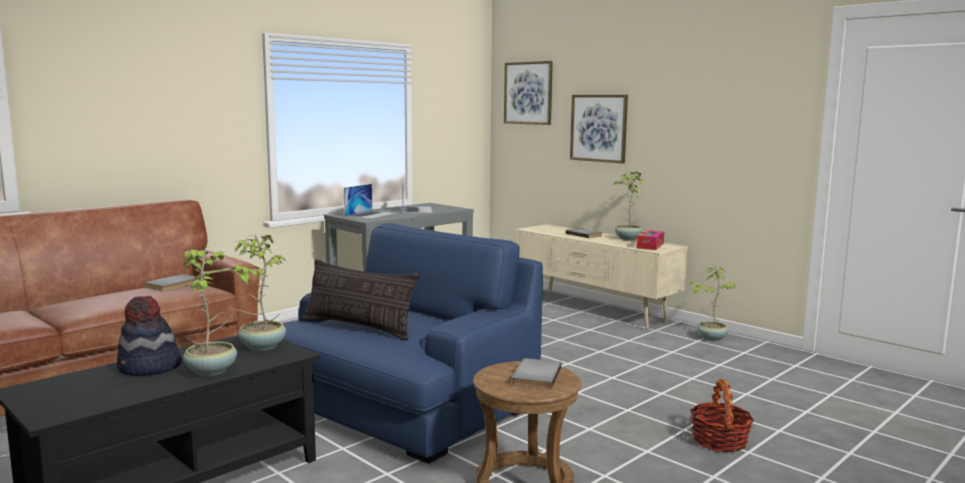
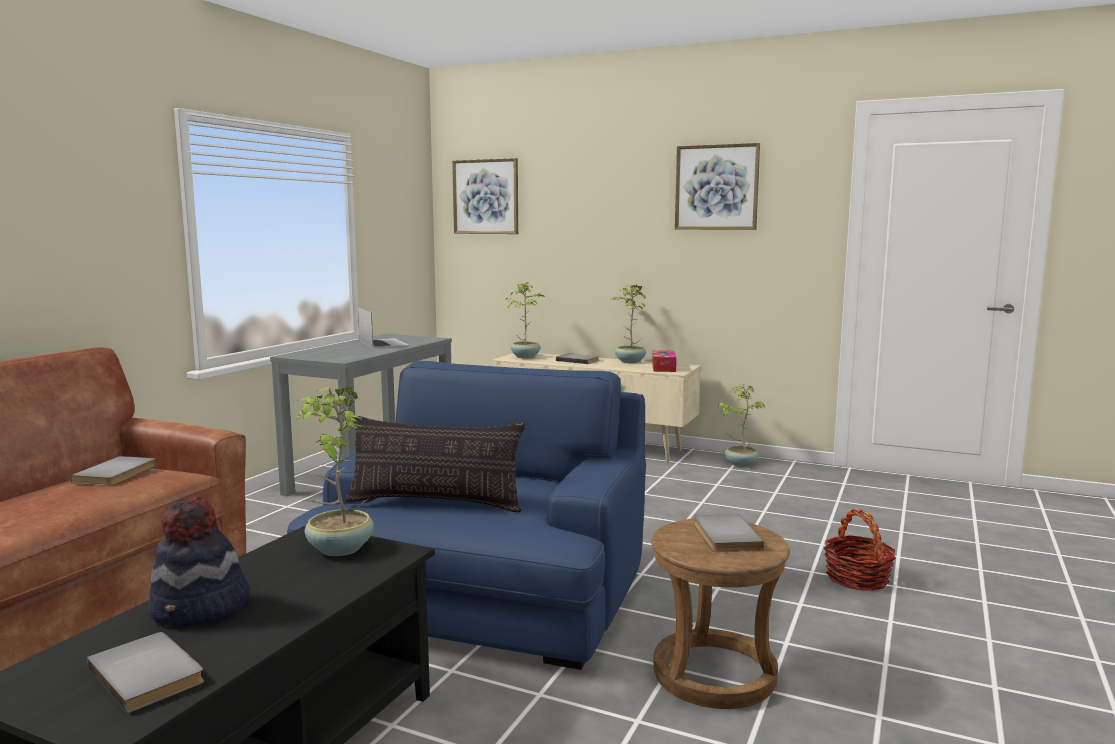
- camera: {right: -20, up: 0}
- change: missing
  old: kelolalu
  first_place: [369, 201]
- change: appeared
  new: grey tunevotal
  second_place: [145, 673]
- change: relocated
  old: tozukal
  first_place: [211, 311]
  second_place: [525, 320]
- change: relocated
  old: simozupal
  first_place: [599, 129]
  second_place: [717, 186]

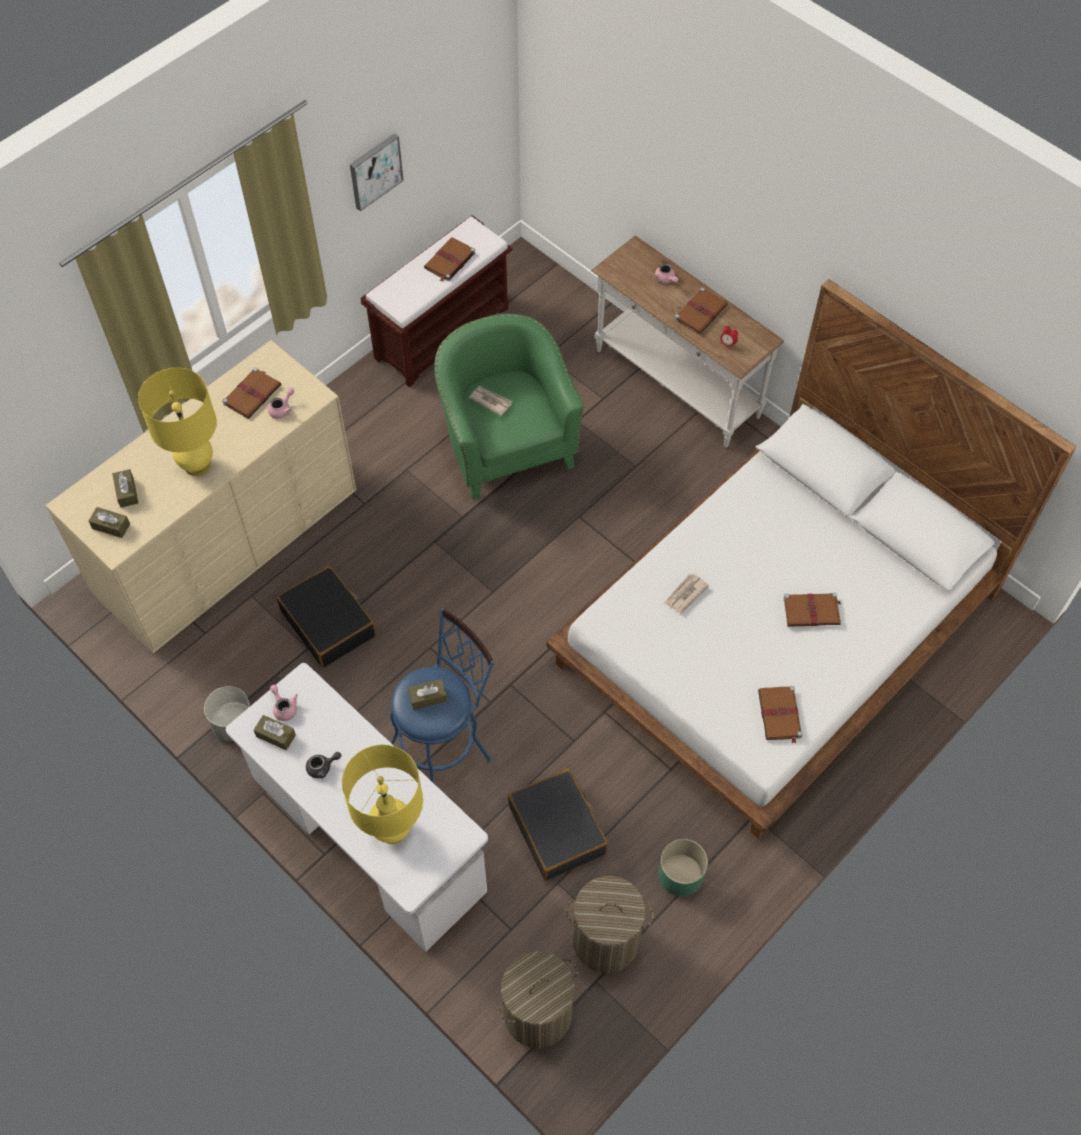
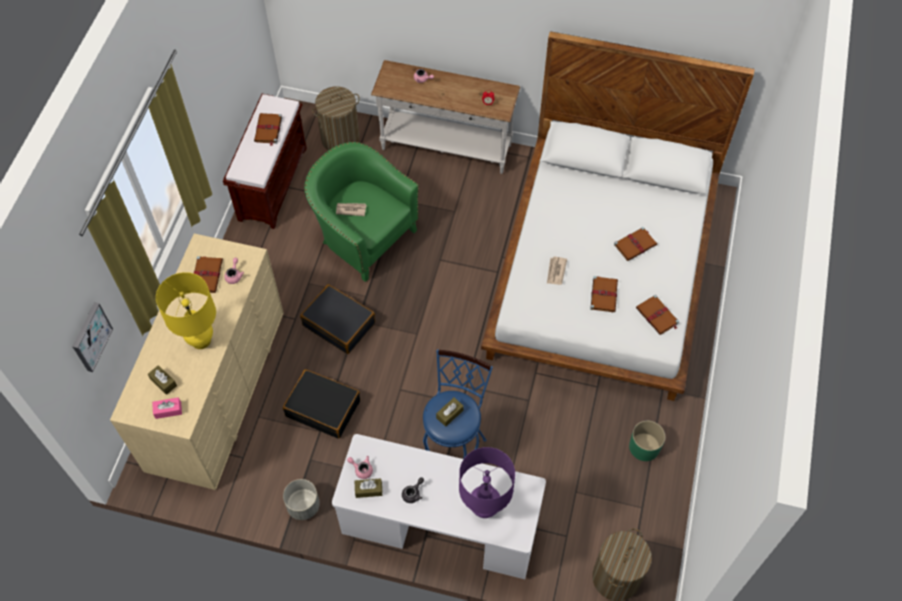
- camera: {right: -30, up: 0}
- change: relocated
  old: simozupal
  first_place: [377, 172]
  second_place: [93, 337]
- change: relocated
  old: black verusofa
  first_place: [558, 824]
  second_place: [337, 319]
- change: relocated
  old: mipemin
  first_place: [609, 924]
  second_place: [336, 118]
- change: relocated
  old: brown tunevotal
  first_place: [701, 311]
  second_place: [604, 294]
- change: colour
  old: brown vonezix
  new: pink vonezix
  first_place: [109, 522]
  second_place: [167, 408]
- change: colour
  old: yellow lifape
  new: purple lifape
  first_place: [382, 794]
  second_place: [487, 482]

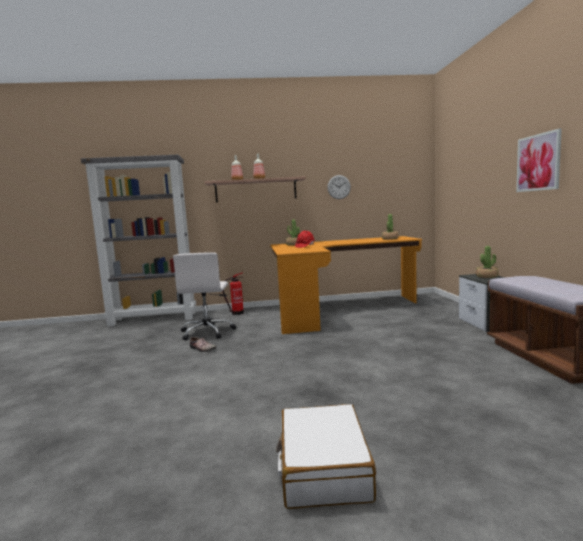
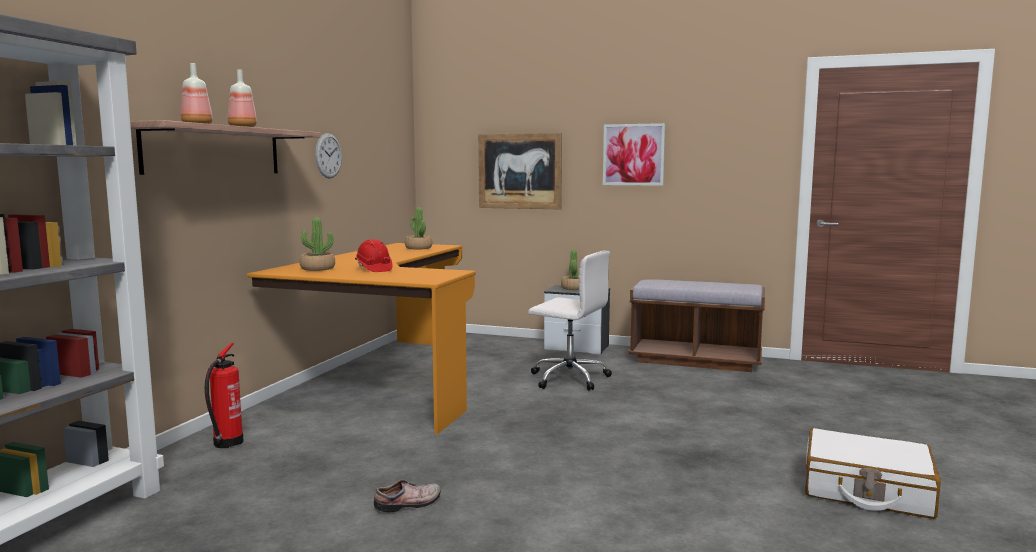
- camera: {right: -65, up: 0}
- change: appeared
  new: simozupal
  second_place: [520, 171]
- change: relocated
  old: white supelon
  first_place: [204, 296]
  second_place: [570, 320]

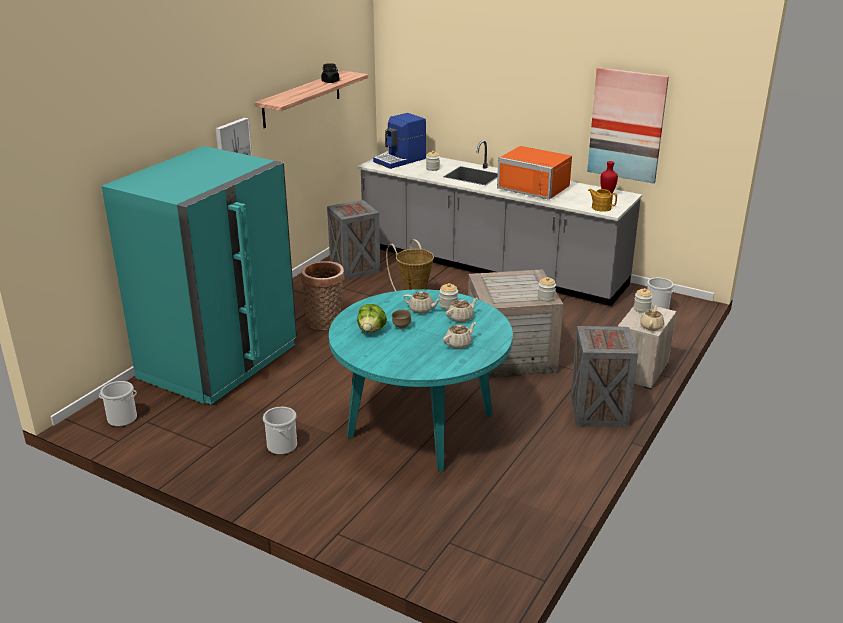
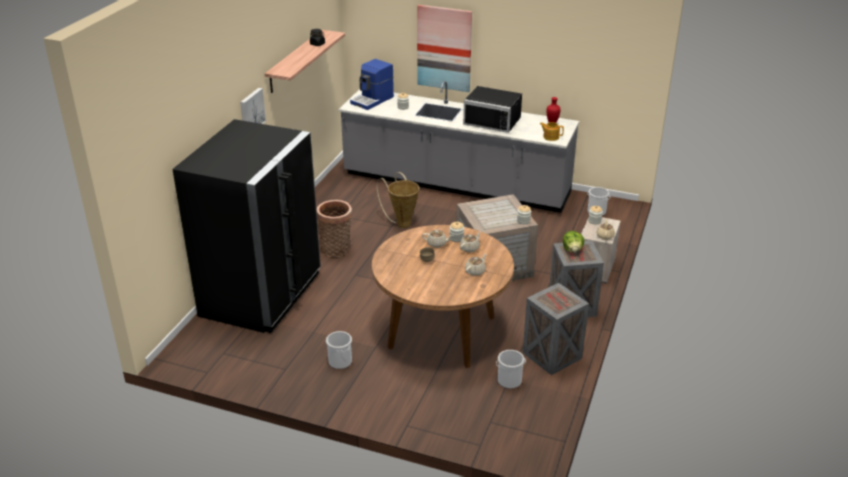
- camera: {right: -10, up: 5}
- change: relocated
  old: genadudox
  first_place: [118, 404]
  second_place: [511, 369]
- change: relocated
  old: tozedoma
  first_place: [354, 240]
  second_place: [556, 329]
- change: relocated
  old: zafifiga
  first_place: [372, 318]
  second_place: [573, 241]
- change: relocated
  old: simozupal
  first_place: [628, 126]
  second_place: [444, 48]
- change: colour
  old: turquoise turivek
  new: black turivek
  first_place: [199, 275]
  second_place: [246, 226]
- change: colour
  old: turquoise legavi
  new: brown legavi
  first_place: [421, 380]
  second_place: [443, 296]
- change: colour
  old: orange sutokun
  new: black sutokun
  first_place: [534, 173]
  second_place: [492, 109]

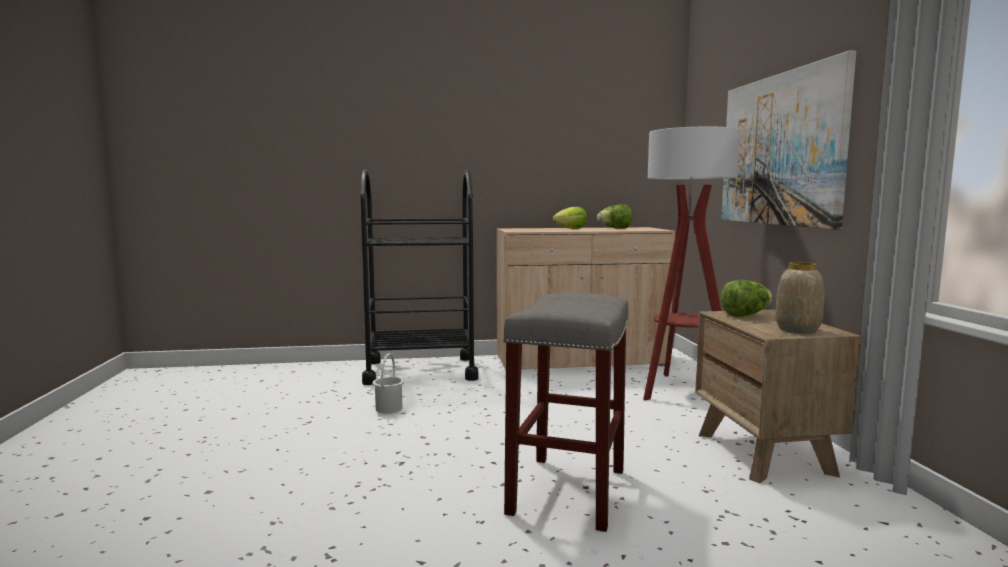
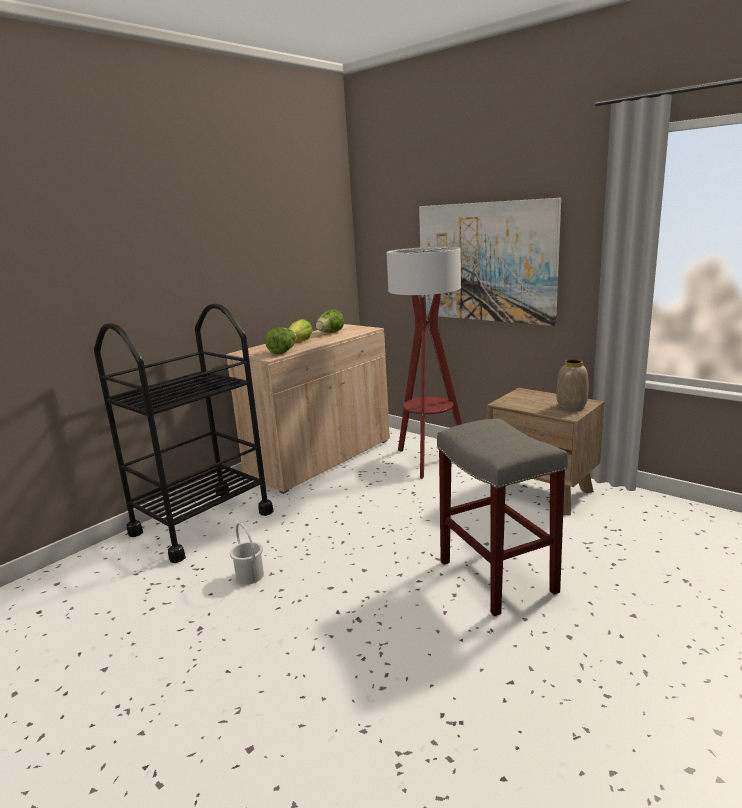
- camera: {right: -40, up: 10}
- change: relocated
  old: zafifiga
  first_place: [746, 298]
  second_place: [281, 341]

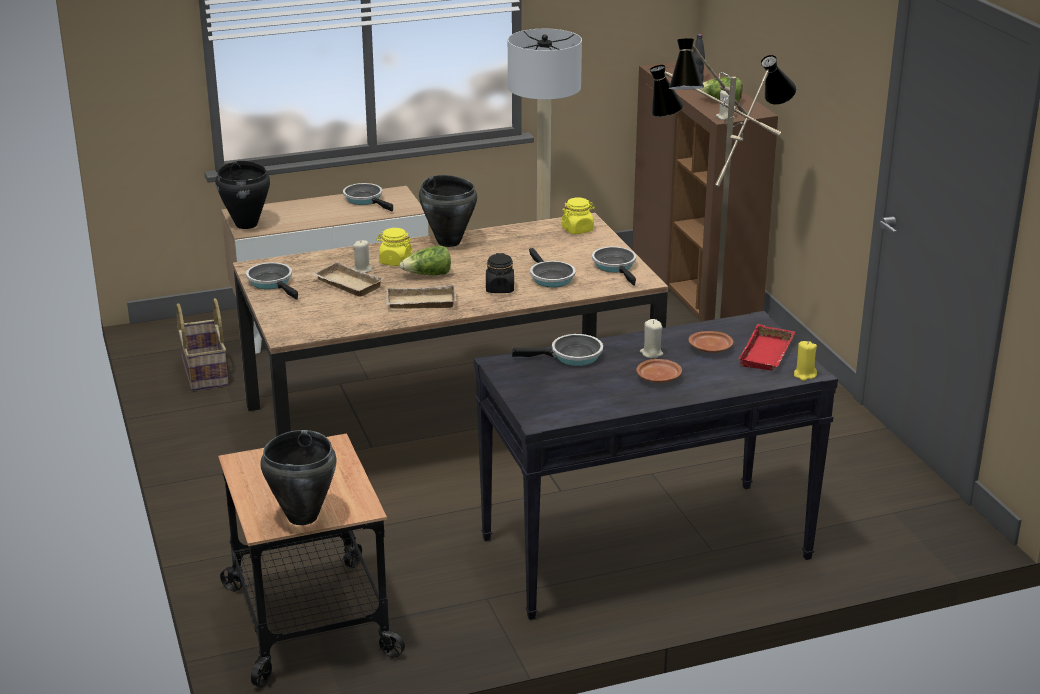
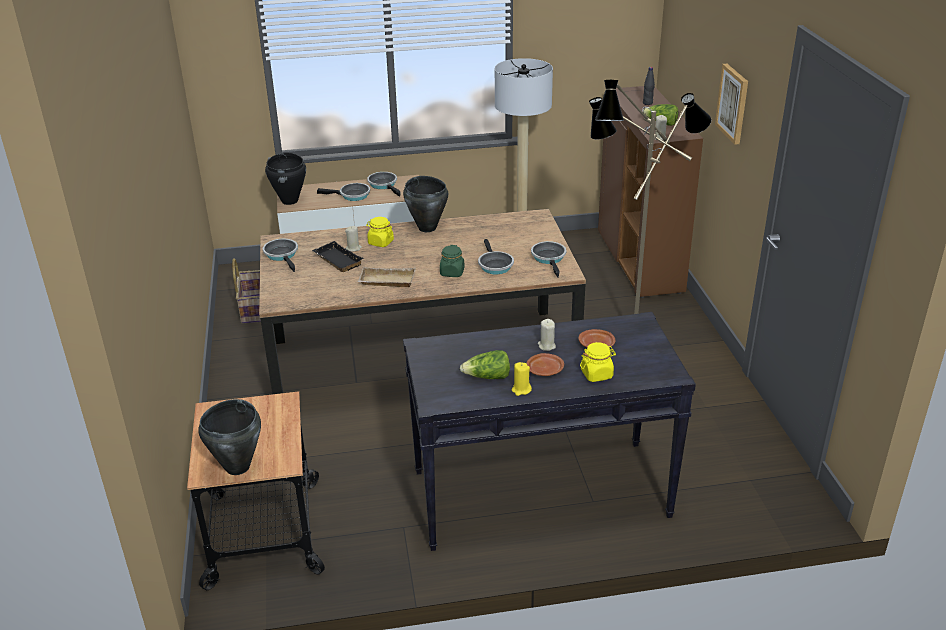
- camera: {right: 10, up: 5}
- change: missing
  old: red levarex
  first_place: [767, 347]
- change: appeared
  new: simozupal
  second_place: [731, 104]
- change: relocated
  old: zafifiga
  first_place: [425, 260]
  second_place: [485, 364]
- change: relocated
  old: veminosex
  first_place: [557, 350]
  second_place: [343, 192]
- change: relocated
  old: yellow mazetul
  first_place: [578, 216]
  second_place: [598, 362]
- change: relocated
  old: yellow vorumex
  first_place: [805, 361]
  second_place: [522, 379]
- change: colour
  old: beige levarex
  new: black levarex
  first_place: [348, 279]
  second_place: [338, 256]
- change: colour
  old: black mazetul
  new: green mazetul
  first_place: [500, 273]
  second_place: [452, 261]

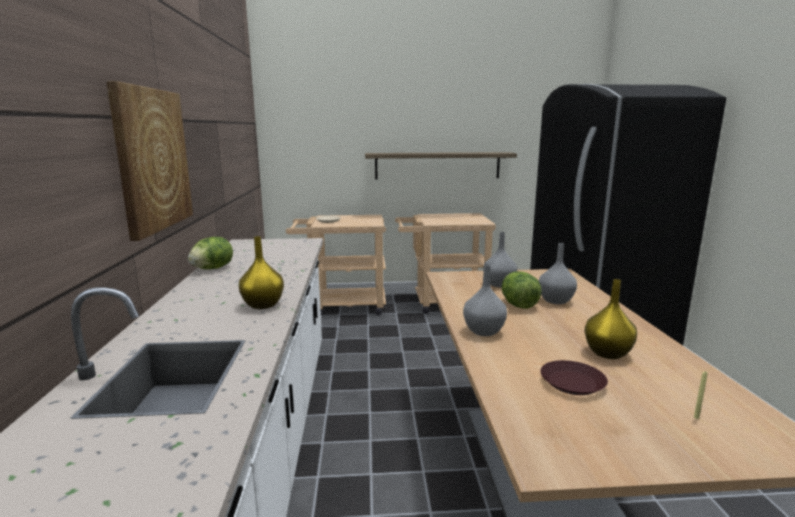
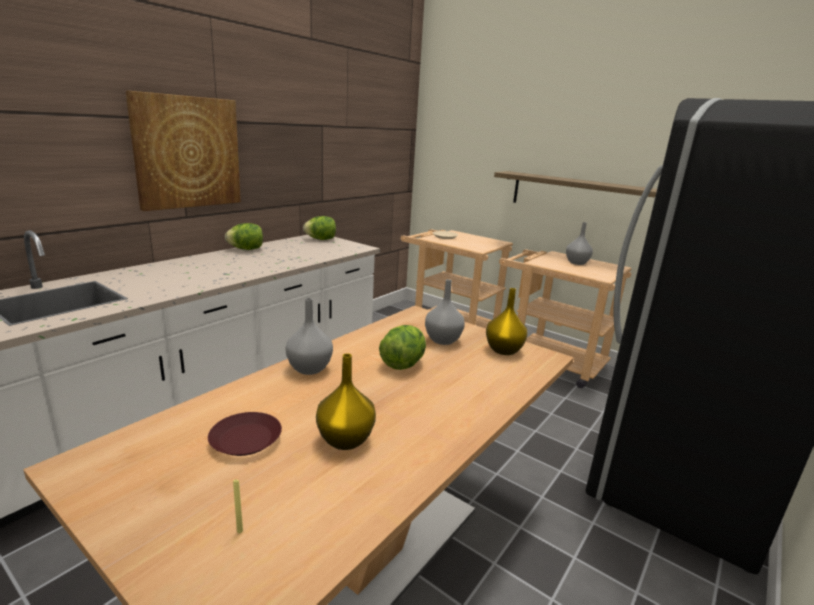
- camera: {right: 40, up: 5}
- change: appeared
  new: zafifiga
  second_place: [319, 228]
- change: relocated
  old: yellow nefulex
  first_place: [261, 272]
  second_place: [506, 321]
- change: relocated
  old: grey nefulex
  first_place: [558, 273]
  second_place: [579, 243]

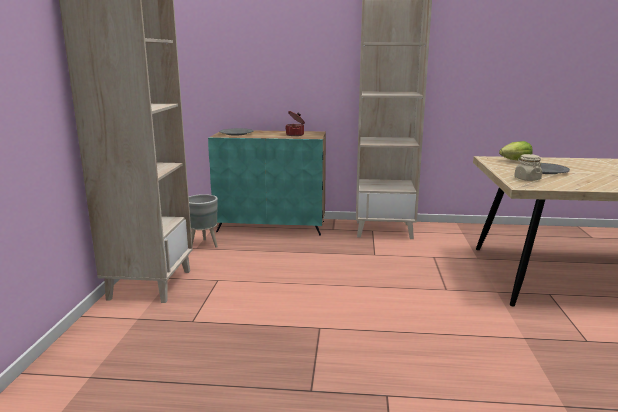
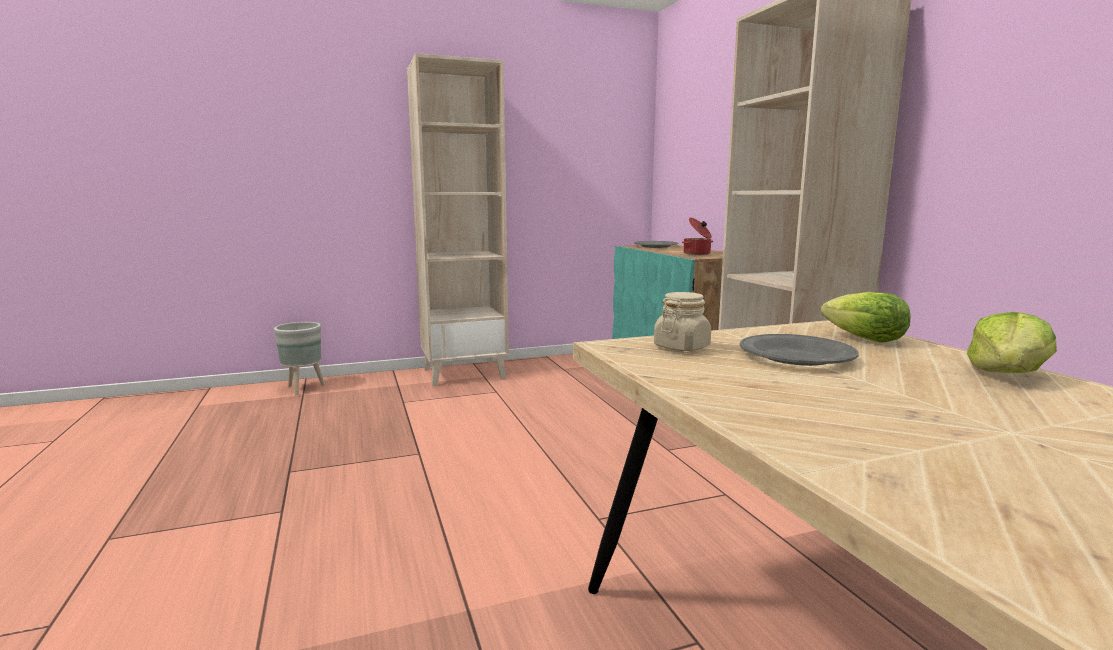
- camera: {right: 65, up: -5}
- change: appeared
  new: zafifiga
  second_place: [1012, 342]
- change: relocated
  old: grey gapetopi
  first_place: [203, 221]
  second_place: [299, 358]

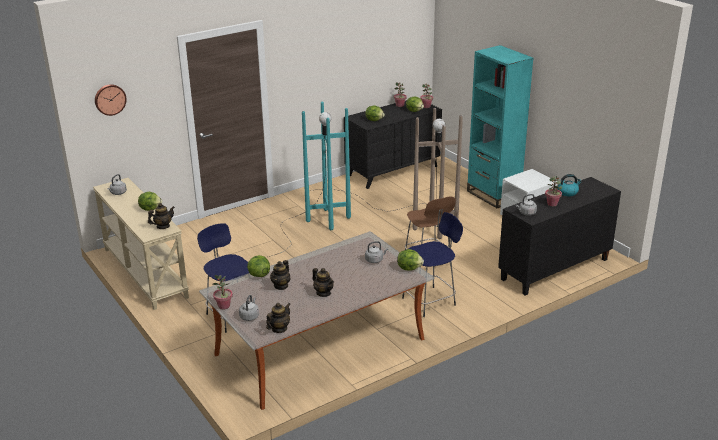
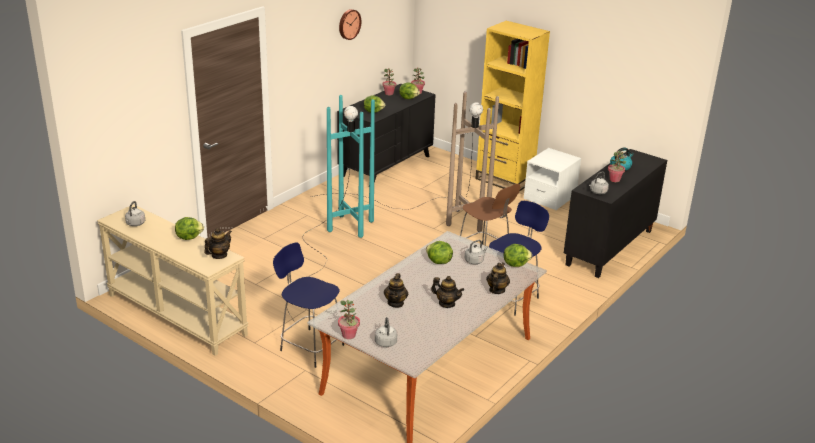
- camera: {right: -20, up: 0}
- change: relocated
  old: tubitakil
  first_place: [111, 100]
  second_place: [350, 24]
- change: relocated
  old: zafifiga
  first_place: [258, 266]
  second_place: [439, 252]
- change: relocated
  old: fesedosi
  first_place: [278, 318]
  second_place: [498, 278]
- change: colour
  old: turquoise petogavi
  new: yellow petogavi
  first_place: [500, 126]
  second_place: [512, 106]

